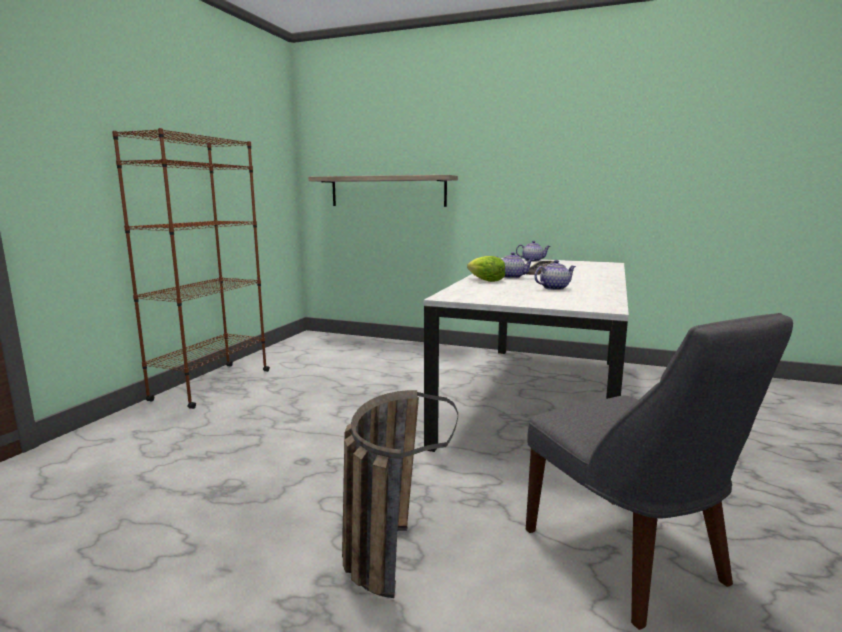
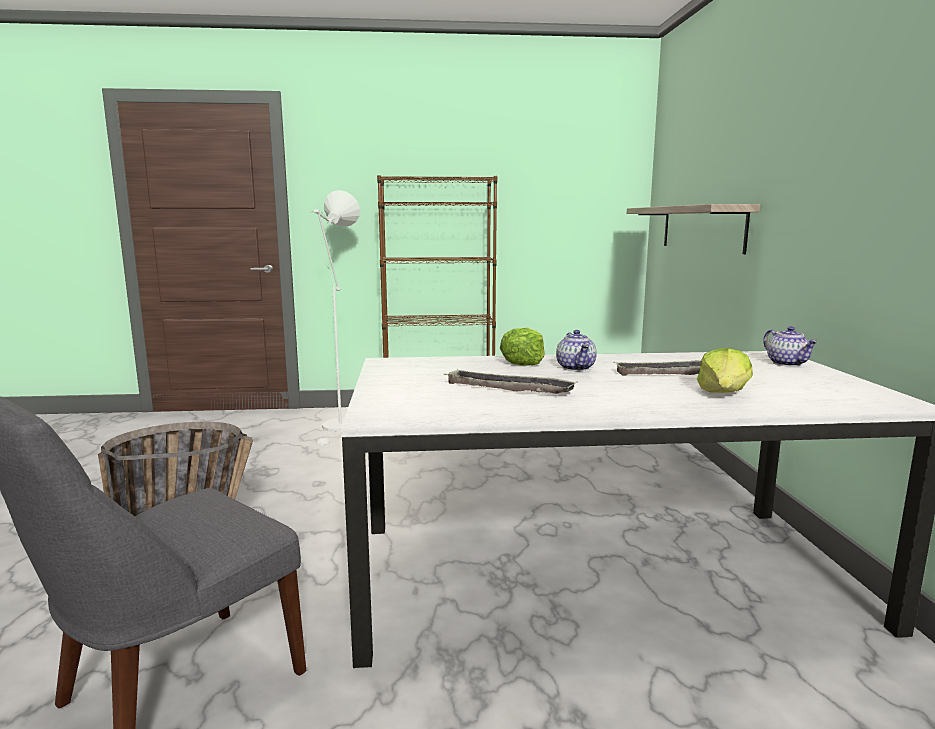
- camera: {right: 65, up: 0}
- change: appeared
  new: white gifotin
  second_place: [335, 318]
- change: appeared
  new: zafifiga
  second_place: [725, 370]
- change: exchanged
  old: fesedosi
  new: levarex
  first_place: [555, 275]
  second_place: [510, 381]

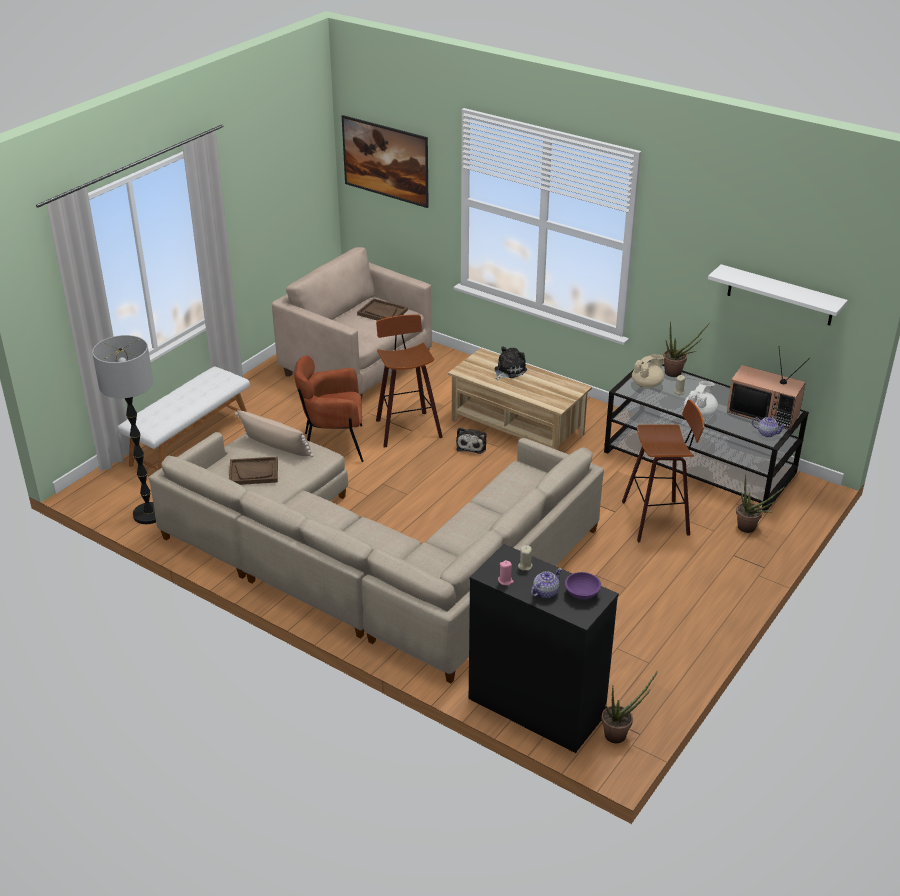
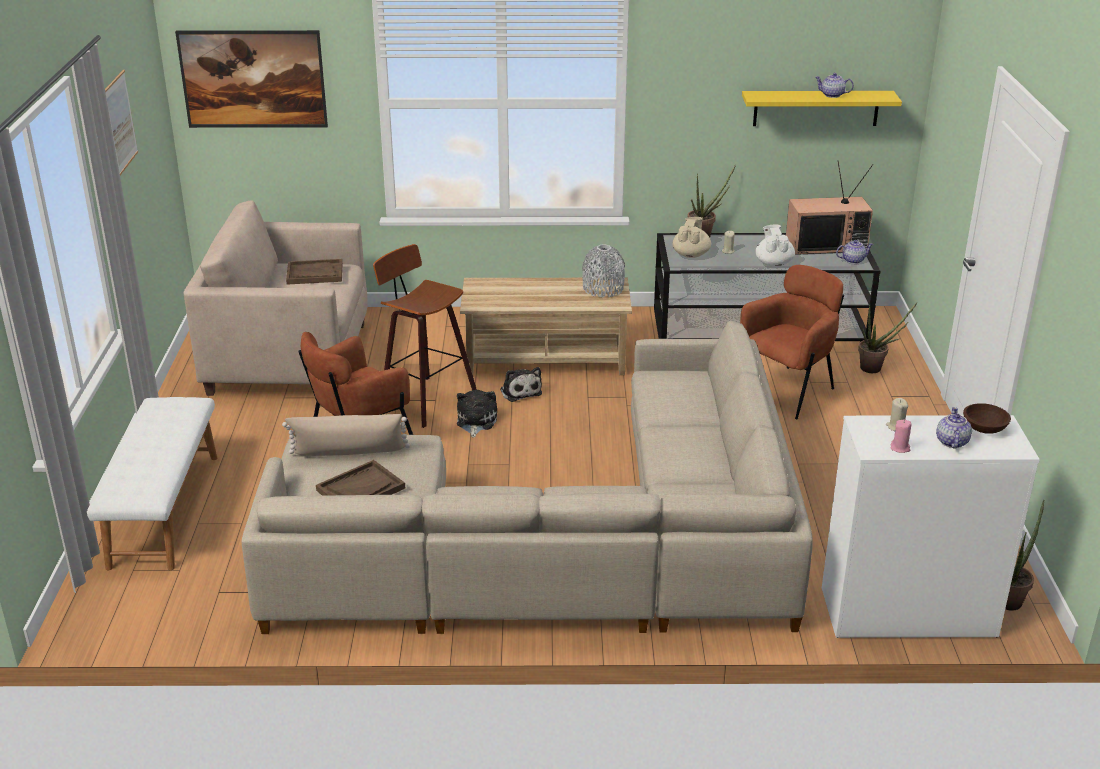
- camera: {right: -35, up: -5}
- change: missing
  old: gifotin
  first_place: [124, 429]
- change: appeared
  new: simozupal
  second_place: [121, 122]
- change: appeared
  new: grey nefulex
  second_place: [603, 270]
- change: appeared
  new: fesedosi
  second_place: [834, 85]
- change: relocated
  old: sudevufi
  first_place: [510, 363]
  second_place: [477, 414]
- change: exchanged
  old: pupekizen
  new: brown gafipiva
  first_place: [663, 471]
  second_place: [792, 342]
- change: colour
  old: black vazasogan
  new: white vazasogan
  first_place: [544, 648]
  second_place: [931, 526]
- change: colour
  old: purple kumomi
  new: brown kumomi
  first_place: [583, 585]
  second_place: [987, 418]
- change: colour
  old: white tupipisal
  new: yellow tupipisal
  first_place: [778, 294]
  second_place: [822, 108]

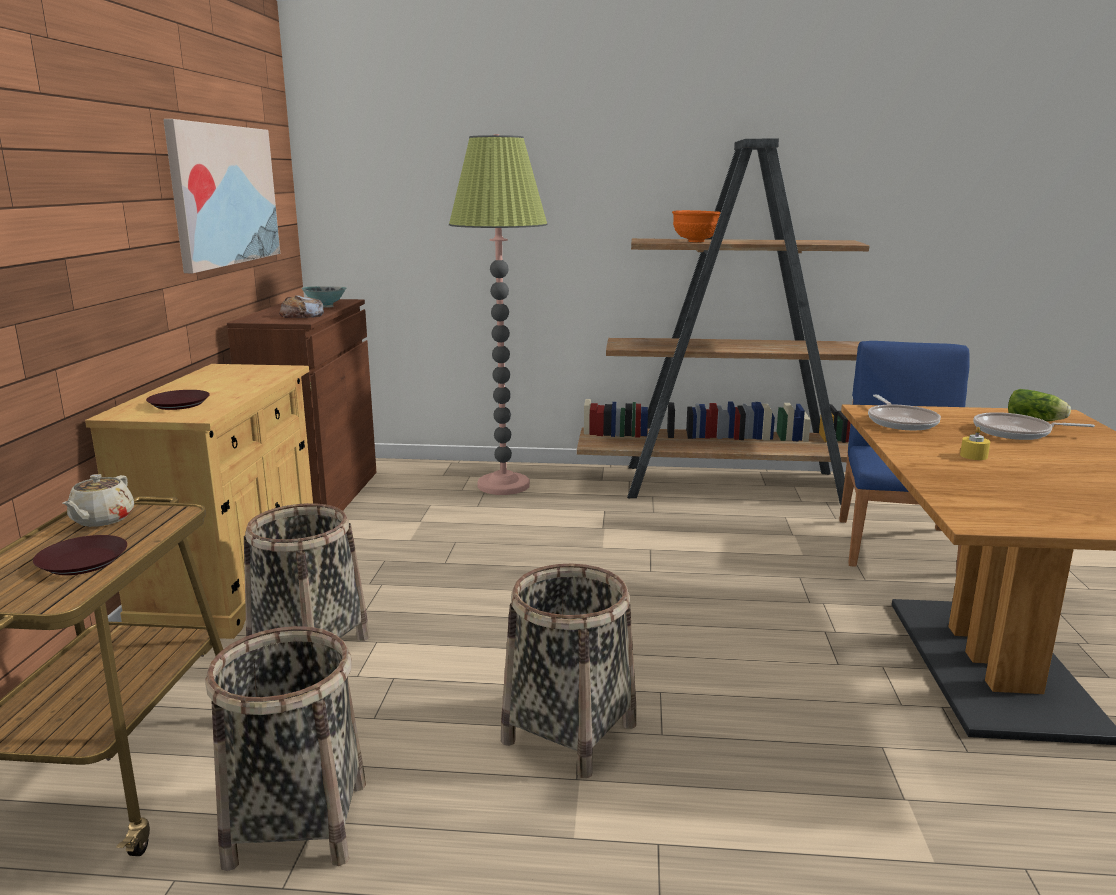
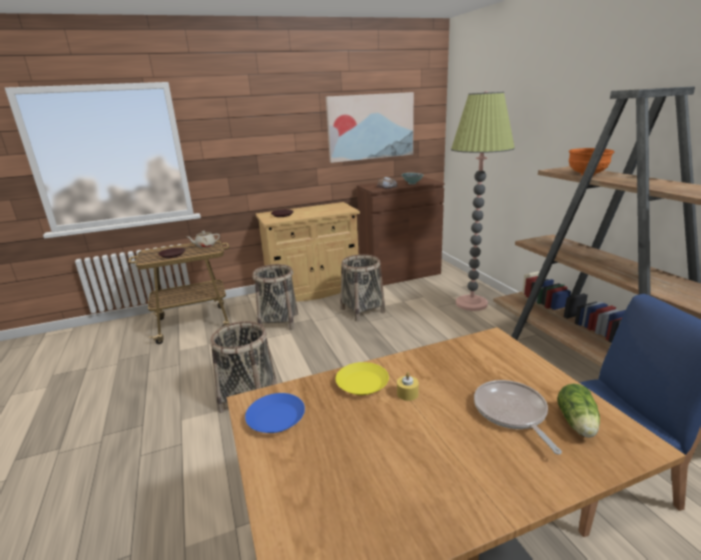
- camera: {right: 65, up: 5}
- change: missing
  old: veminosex
  first_place: [904, 412]
- change: appeared
  new: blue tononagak
  second_place: [275, 413]
- change: appeared
  new: yellow tononagak
  second_place: [362, 378]
- change: relocated
  old: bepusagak
  first_place: [285, 748]
  second_place: [363, 287]

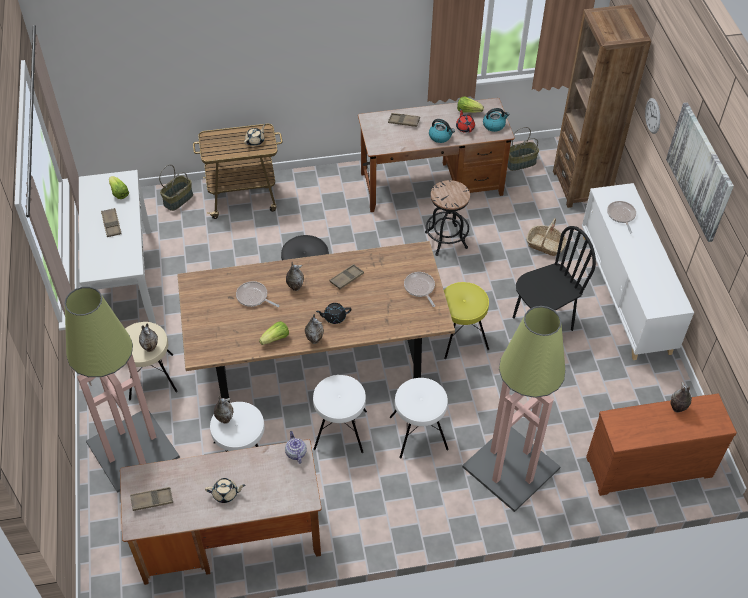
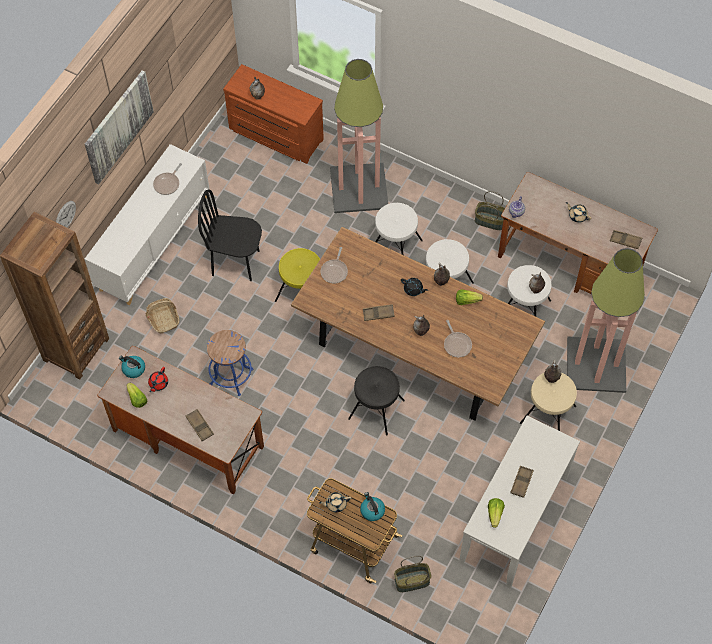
- camera: {right: -140, up: 10}
- change: relocated
  old: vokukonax
  first_place: [442, 131]
  second_place: [372, 506]
- change: relocated
  old: bepusagak
  first_place: [523, 149]
  second_place: [490, 210]
- change: relocated
  old: veminosex
  first_place: [621, 217]
  second_place: [167, 179]
- change: colour
  old: black pupekizen
  new: blue pupekizen
  first_place: [447, 218]
  second_place: [230, 363]

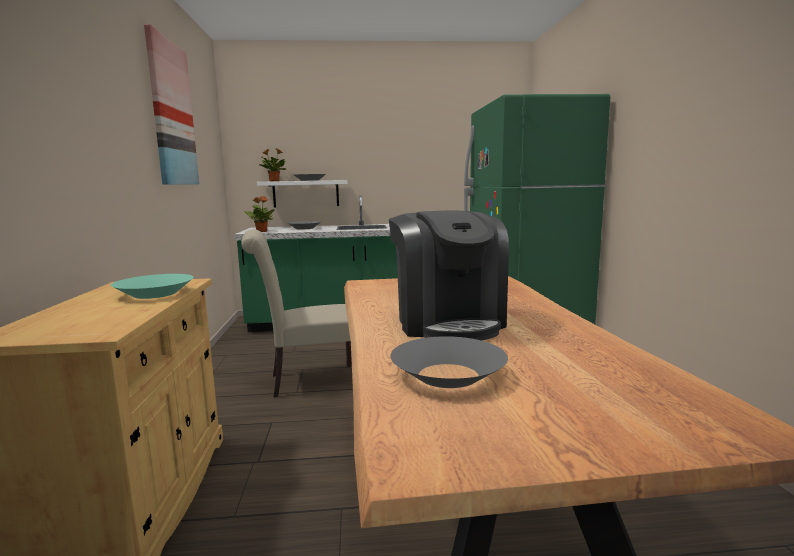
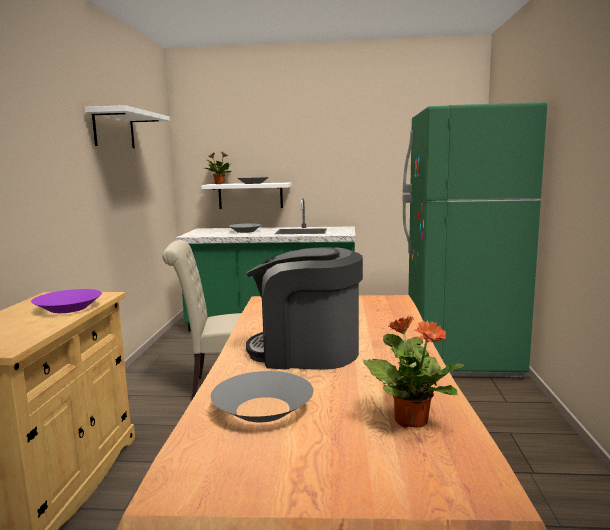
- camera: {right: 10, up: 0}
- change: relocated
  old: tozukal
  first_place: [259, 214]
  second_place: [413, 371]
- change: exchanged
  old: simozupal
  new: white tupipisal
  first_place: [171, 104]
  second_place: [127, 126]
- change: colour
  old: turquoise kumomi
  new: purple kumomi
  first_place: [152, 286]
  second_place: [66, 301]
- change: spun
  old: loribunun
  first_place: [449, 276]
  second_place: [304, 308]
  degrees: 105

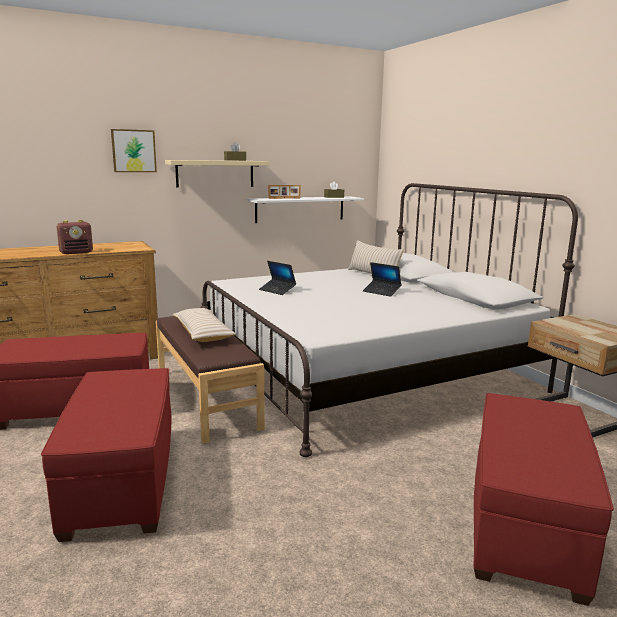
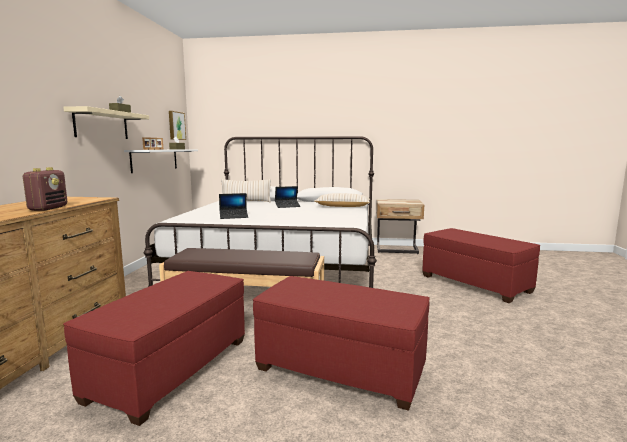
- camera: {right: -55, up: -5}
- change: relocated
  old: simozupal
  first_place: [134, 150]
  second_place: [177, 125]
- change: relocated
  old: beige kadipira
  first_place: [204, 325]
  second_place: [342, 200]

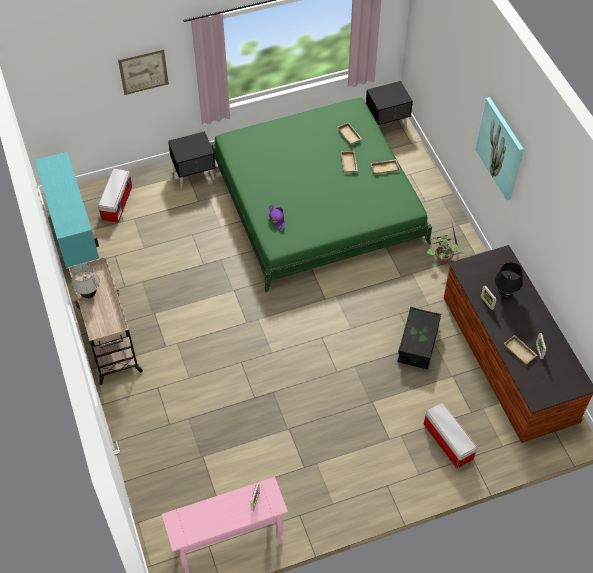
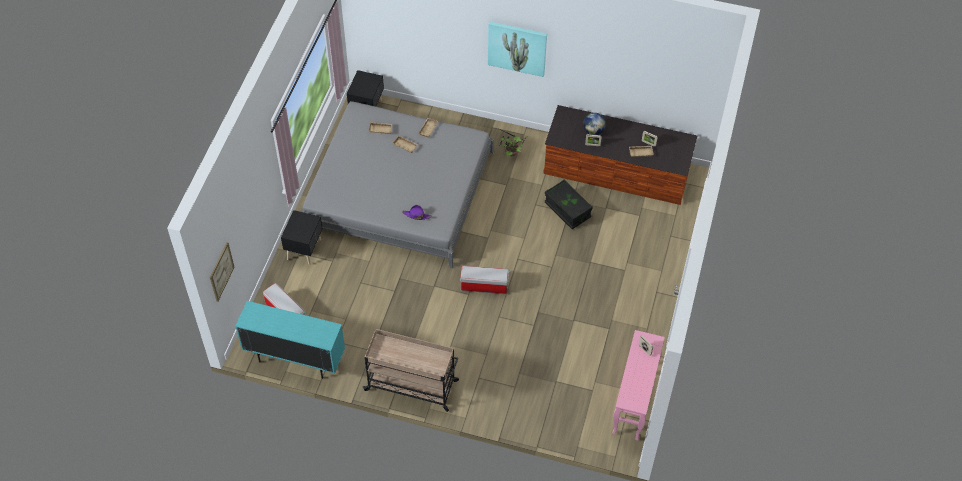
- camera: {right: -55, up: 0}
- change: missing
  old: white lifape
  first_place: [86, 280]
- change: relocated
  old: simozupal
  first_place: [143, 72]
  second_place: [222, 272]
- change: relocated
  old: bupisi
  first_place: [450, 435]
  second_place: [484, 280]
- change: exchanged
  old: black lifape
  new: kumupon
  first_place: [509, 279]
  second_place: [594, 124]
- change: colour
  old: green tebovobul
  new: grey tebovobul
  first_place: [321, 195]
  second_place: [397, 185]

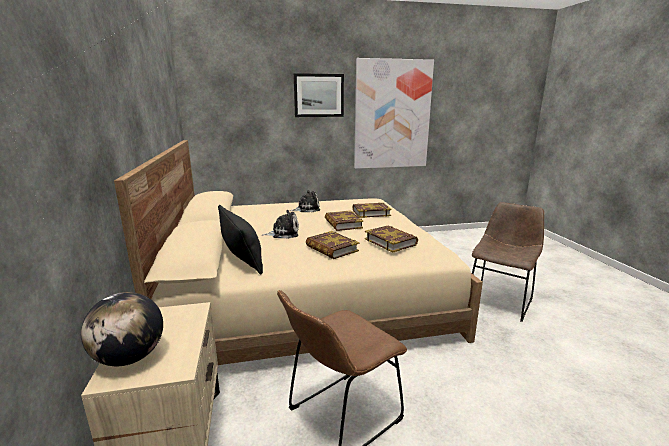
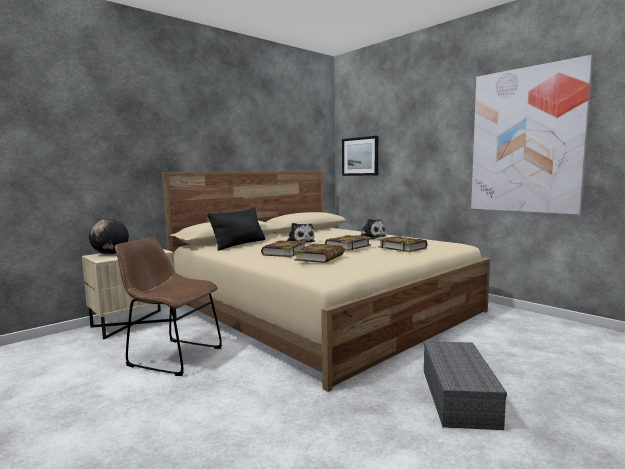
- camera: {right: 60, up: -10}
- change: relocated
  old: simozupal
  first_place: [319, 95]
  second_place: [360, 156]
- change: exchanged
  old: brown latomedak
  new: grey bupisi
  first_place: [508, 262]
  second_place: [465, 385]

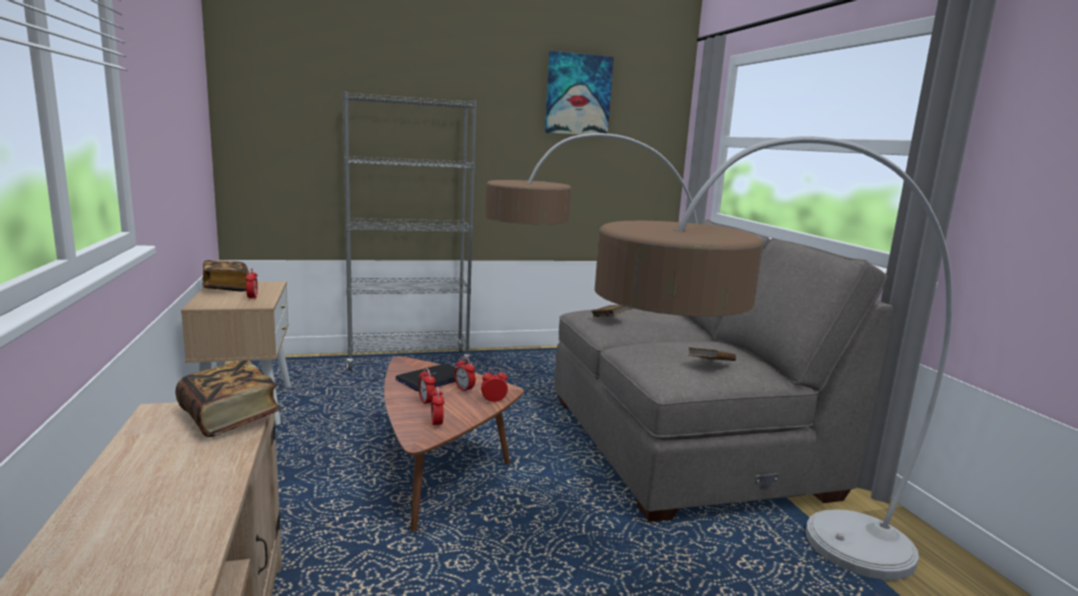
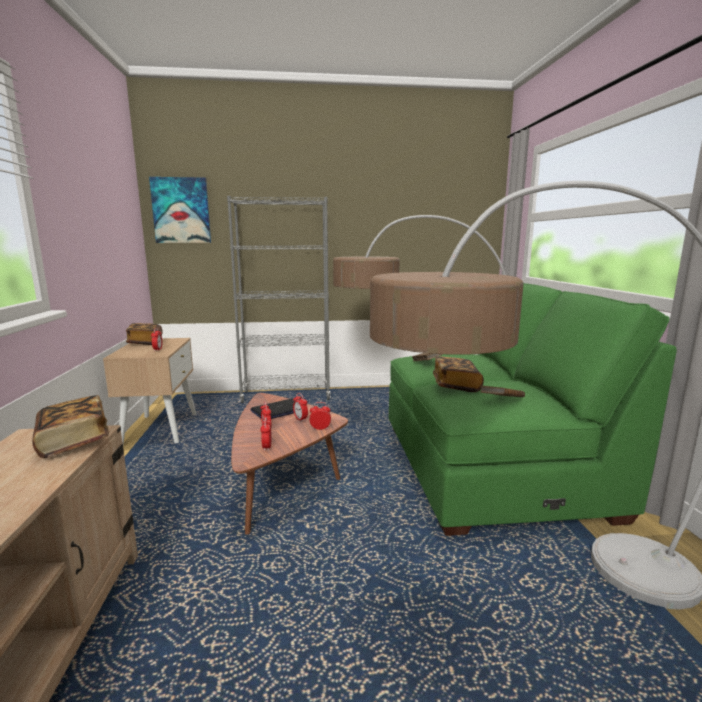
- camera: {right: 10, up: 0}
- change: appeared
  new: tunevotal
  second_place: [458, 374]
- change: relocated
  old: simozupal
  first_place: [579, 93]
  second_place: [180, 210]
- change: colour
  old: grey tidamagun
  new: green tidamagun
  first_place: [723, 371]
  second_place: [533, 409]

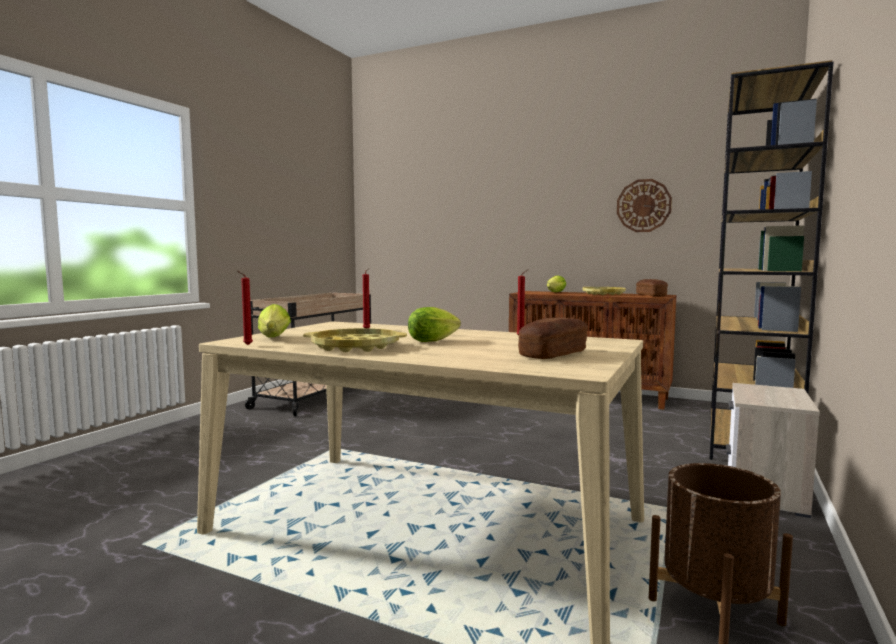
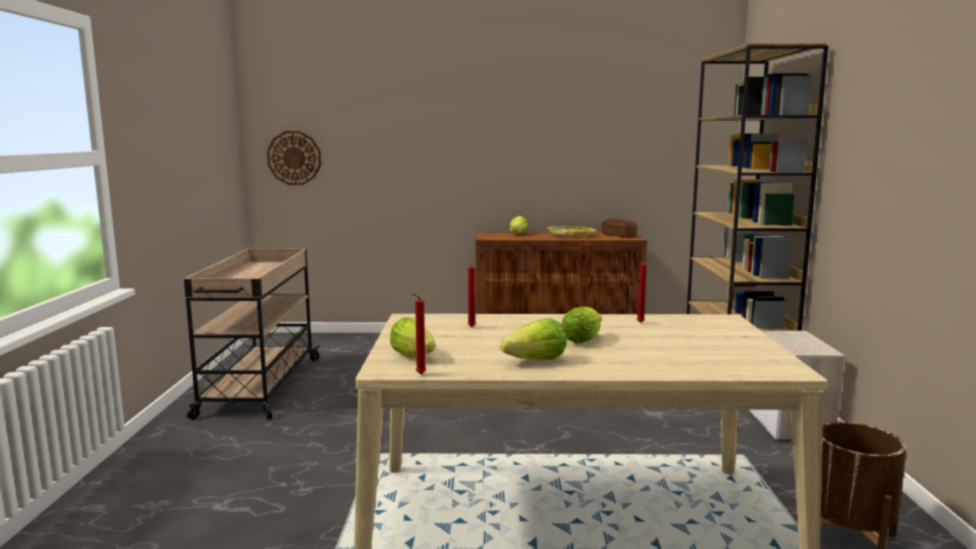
- camera: {right: -25, up: 5}
- change: missing
  old: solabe
  first_place: [553, 338]
- change: relocated
  old: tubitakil
  first_place: [644, 205]
  second_place: [294, 158]
- change: exchanged
  old: yellow levarex
  new: zafifiga
  first_place: [355, 340]
  second_place: [533, 339]

